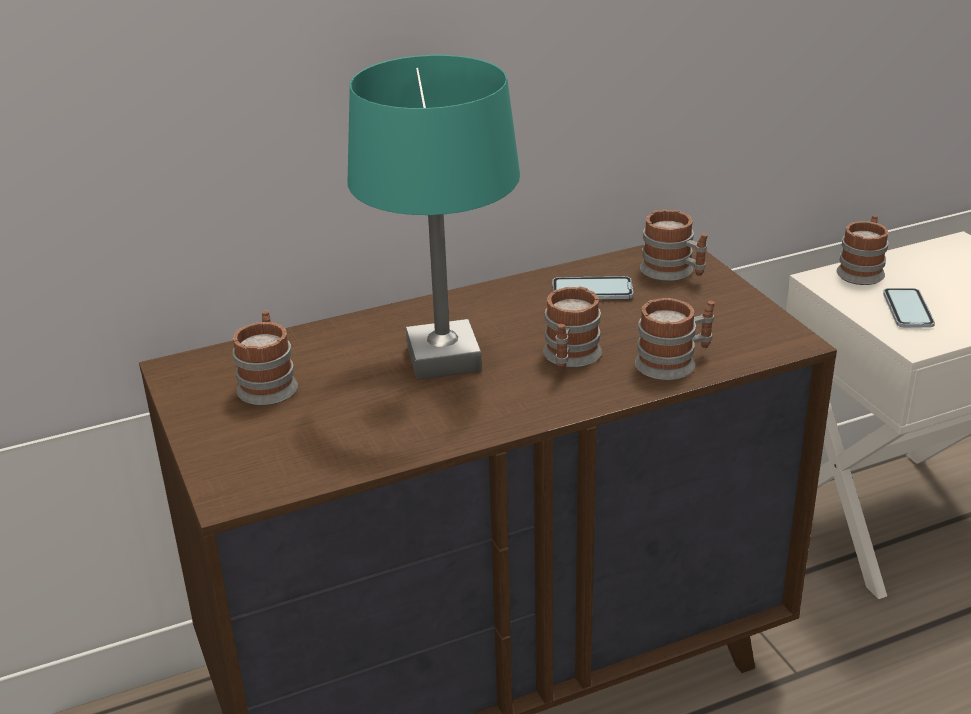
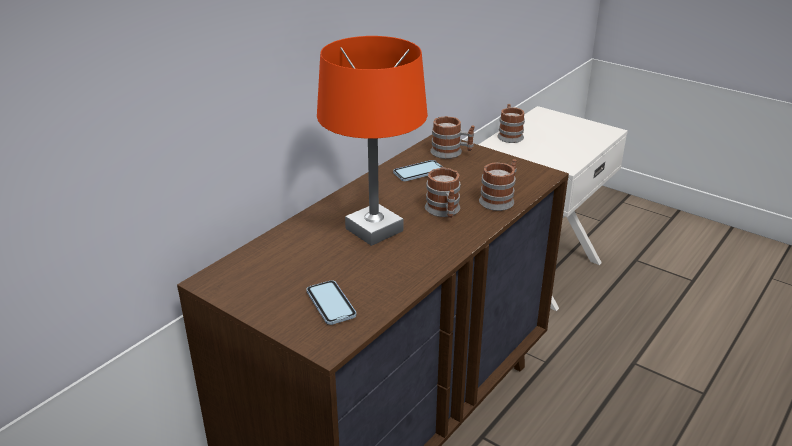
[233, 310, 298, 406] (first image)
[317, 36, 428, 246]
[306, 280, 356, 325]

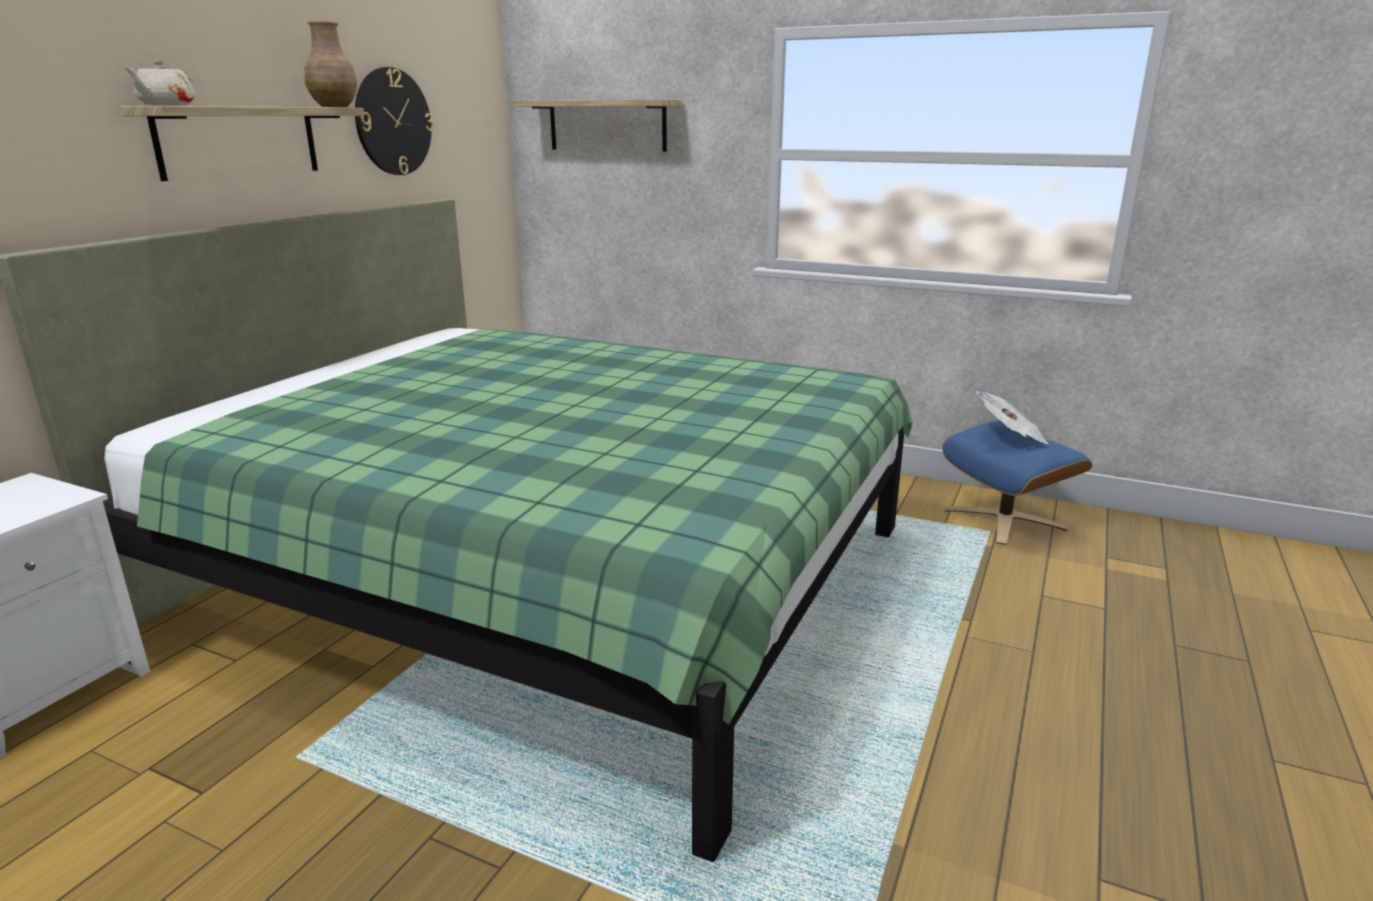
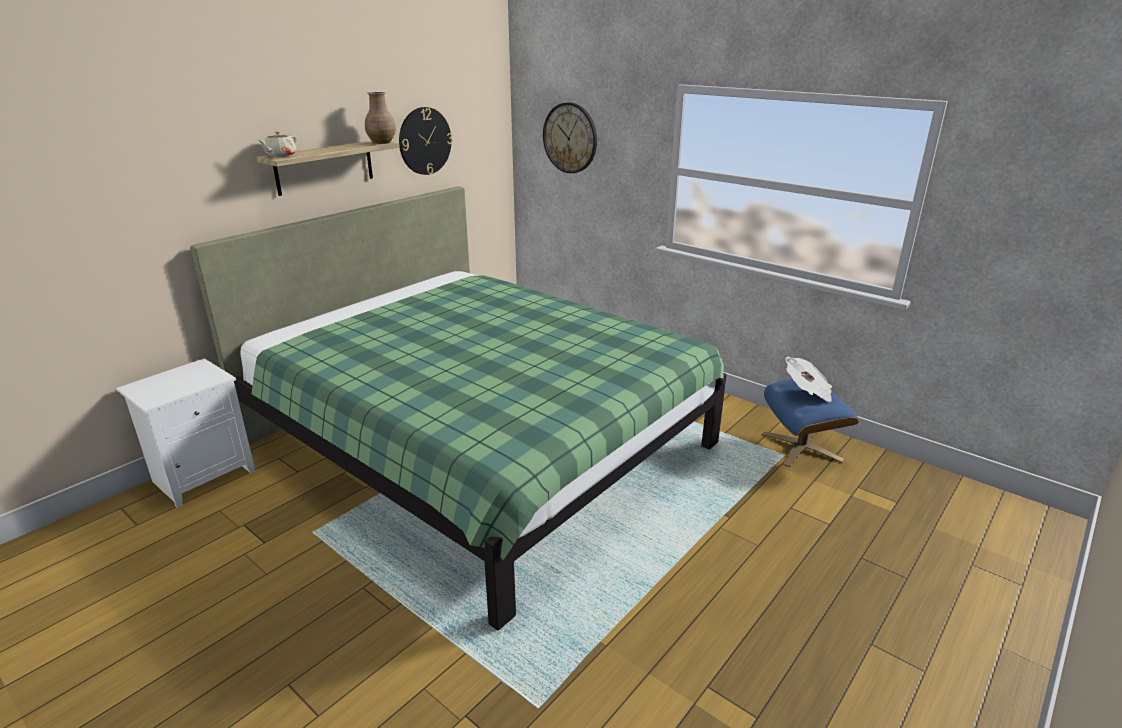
[543, 102, 597, 173]

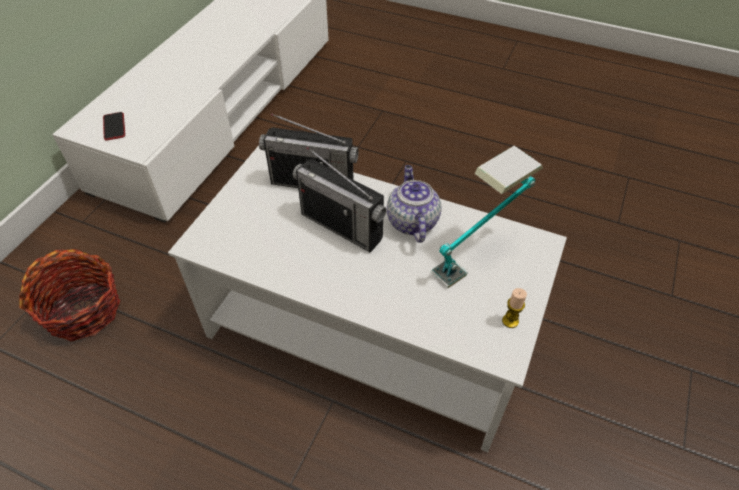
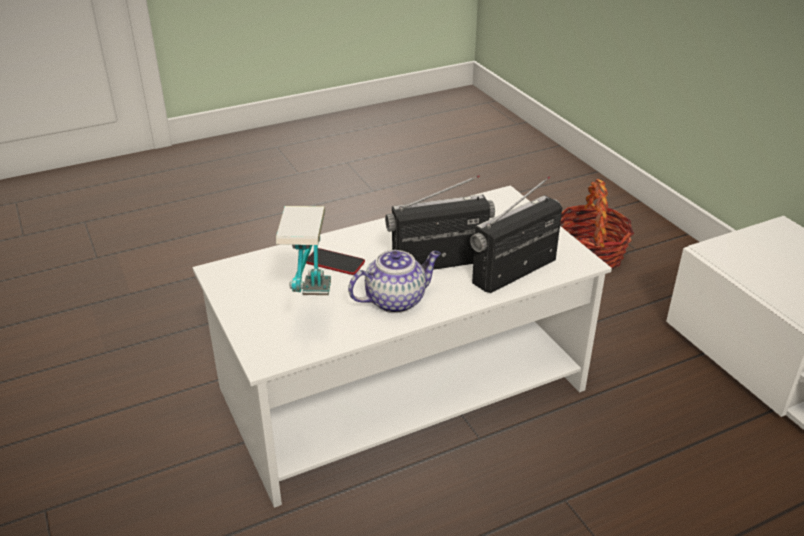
[306, 248, 365, 275]
[348, 250, 441, 313]
[502, 288, 527, 328] (first image)

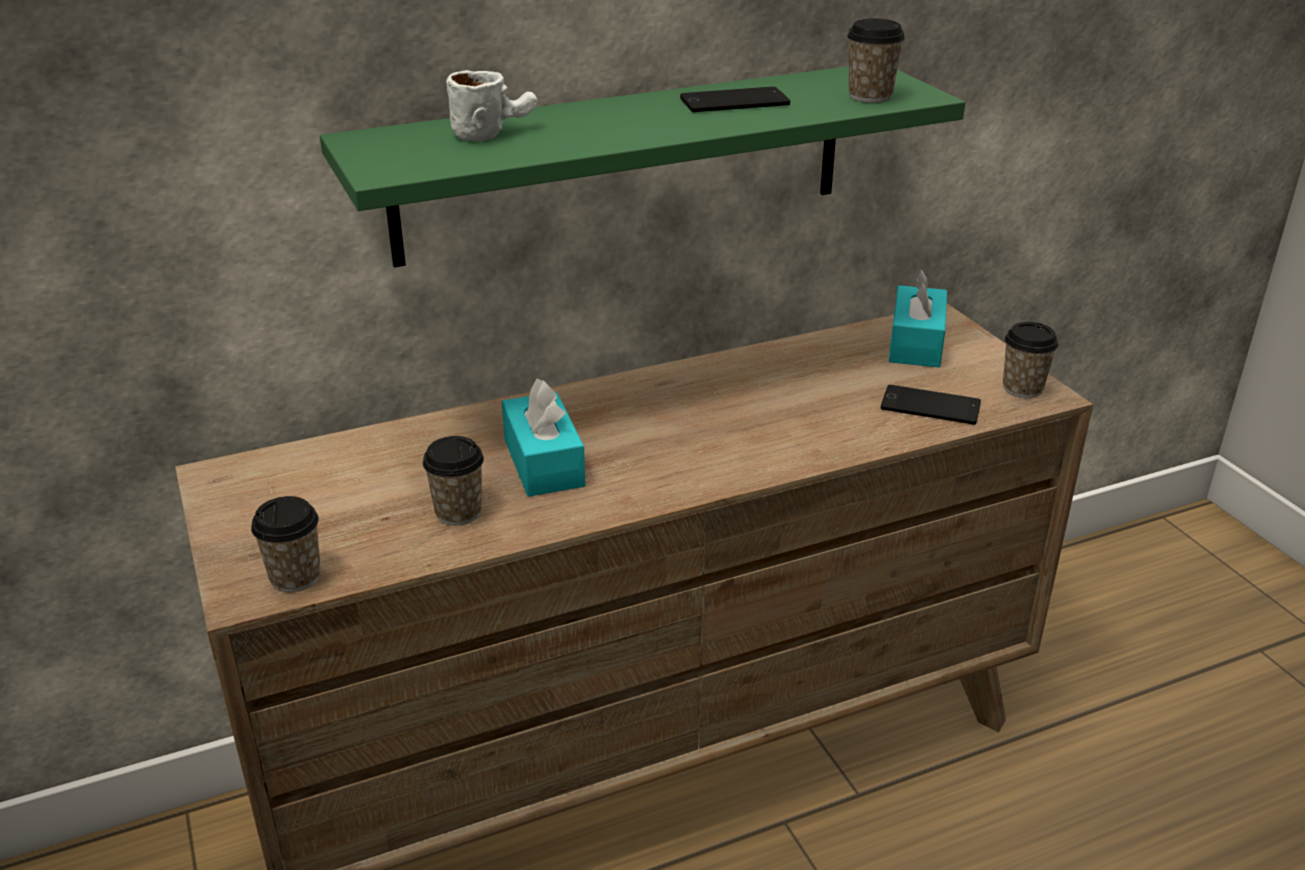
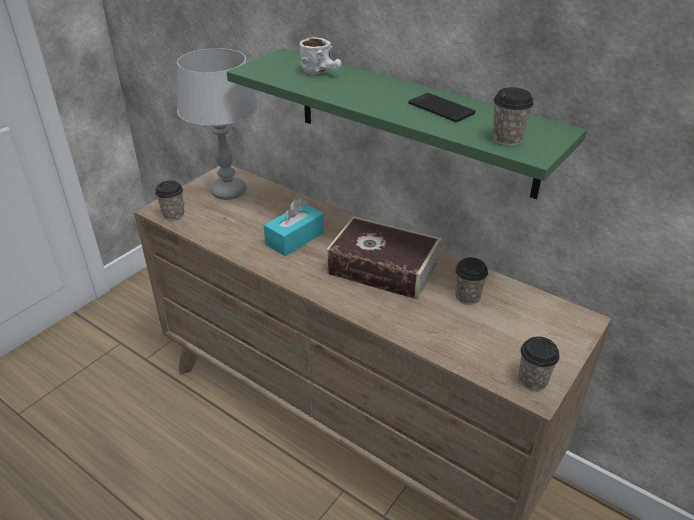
[455, 257, 488, 305]
[881, 385, 981, 425] (first image)
[889, 269, 947, 367] (first image)
[177, 48, 258, 200]
[326, 216, 442, 300]

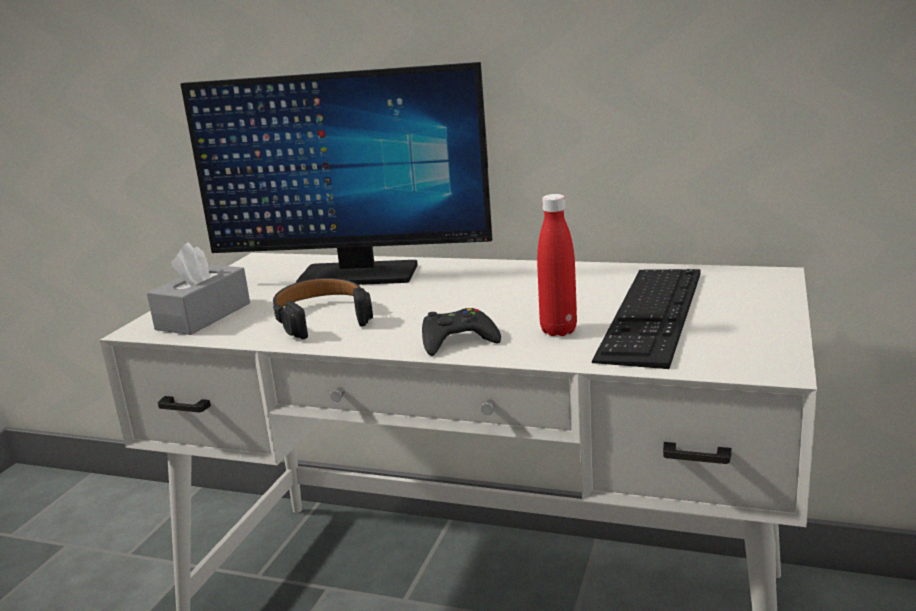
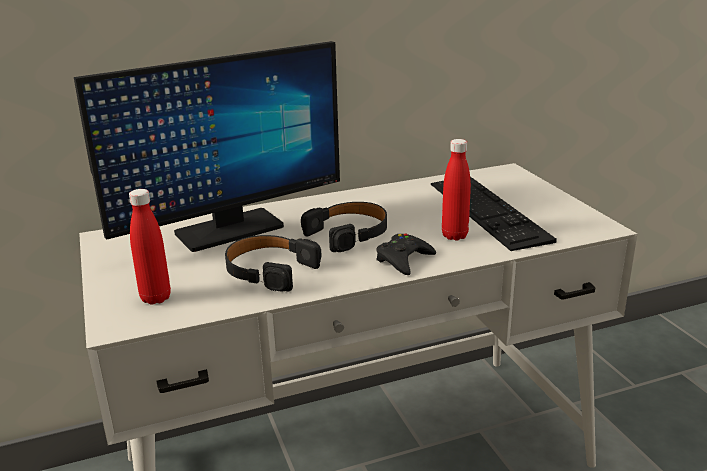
[129, 189, 171, 305]
[301, 202, 387, 252]

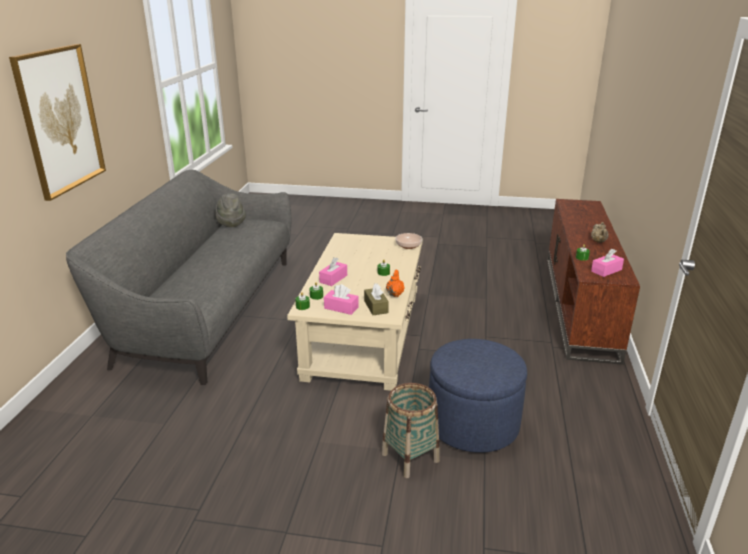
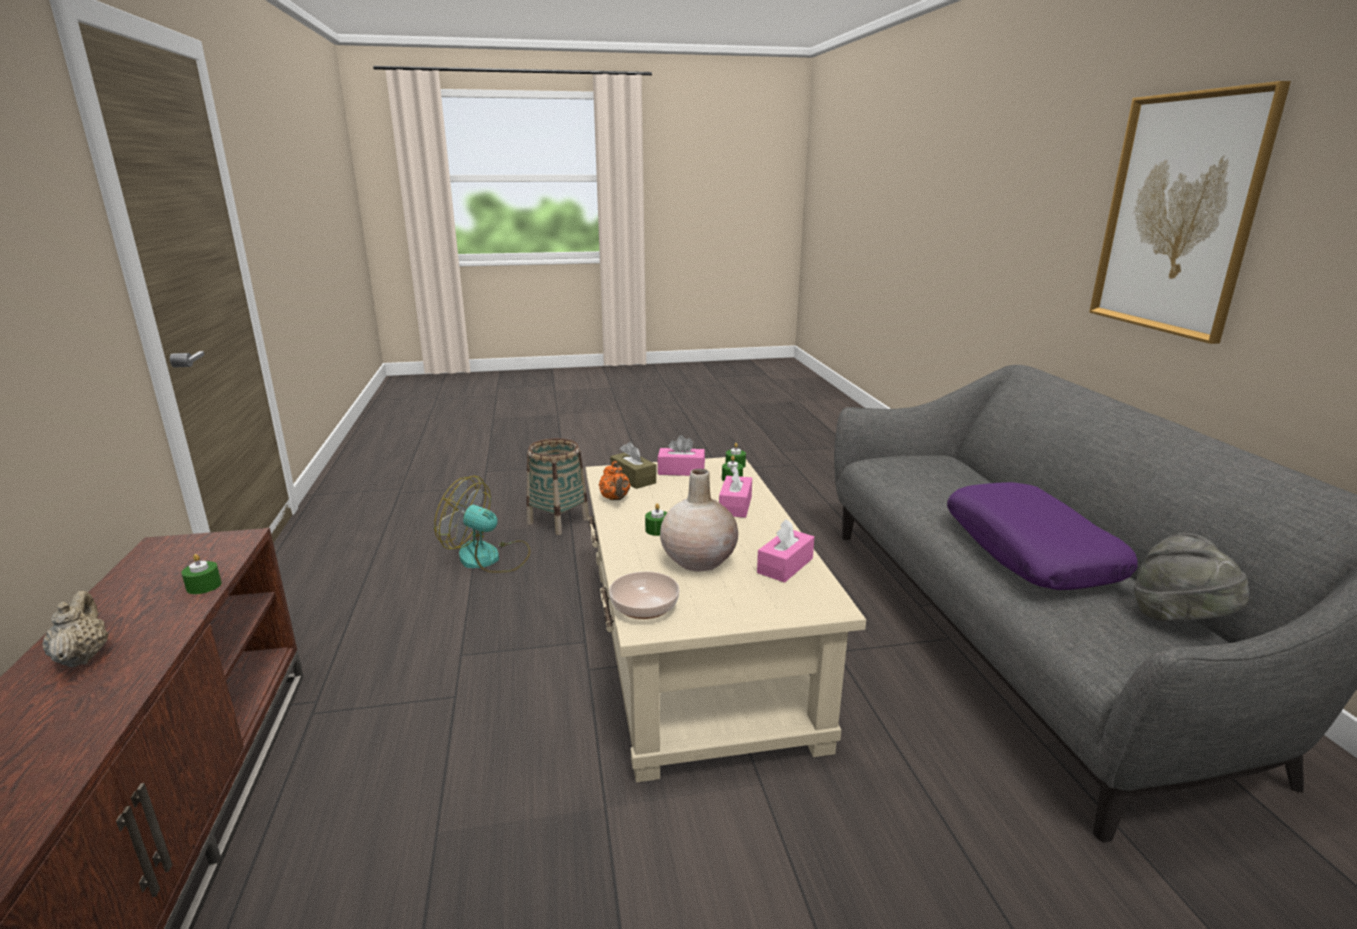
[434, 476, 531, 573]
[757, 519, 814, 583]
[660, 469, 738, 571]
[947, 482, 1138, 590]

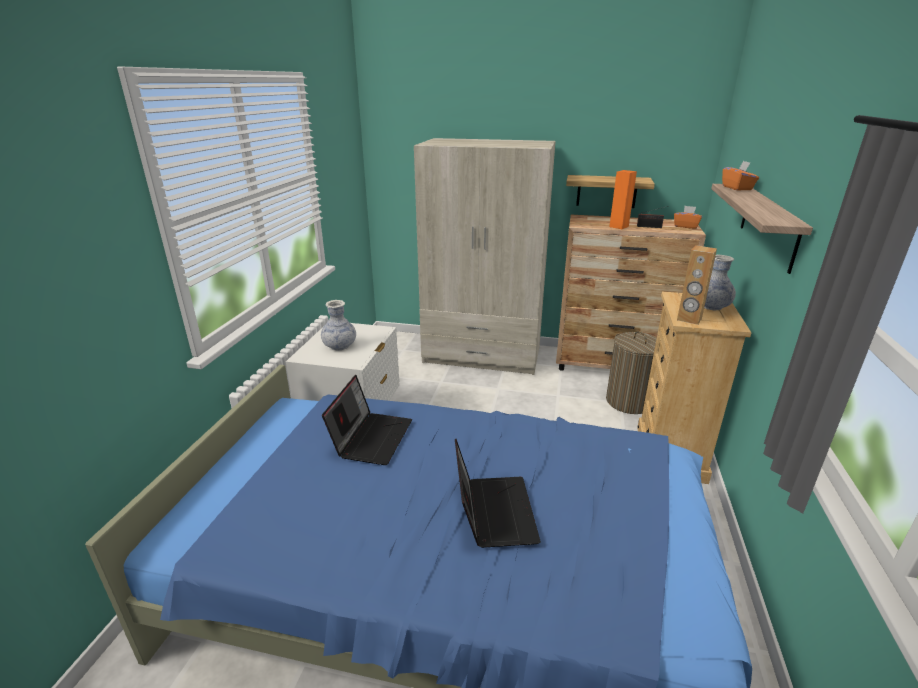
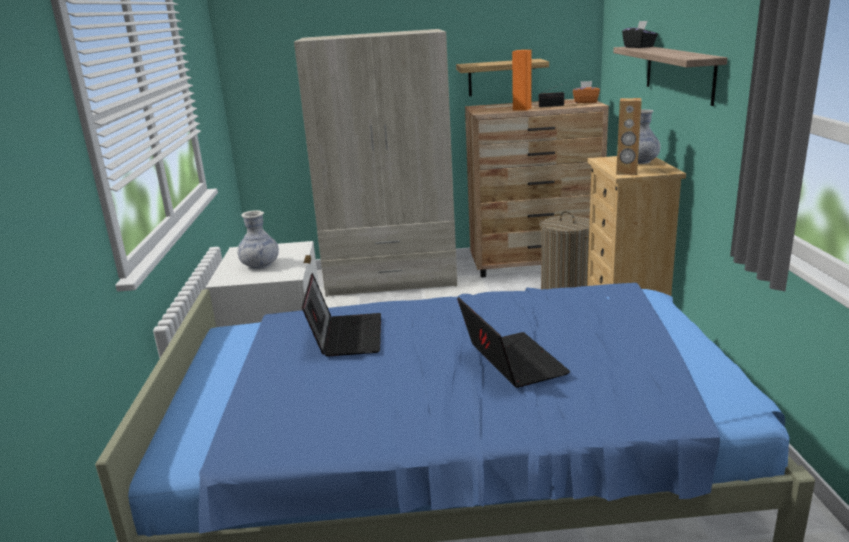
[622, 21, 658, 48]

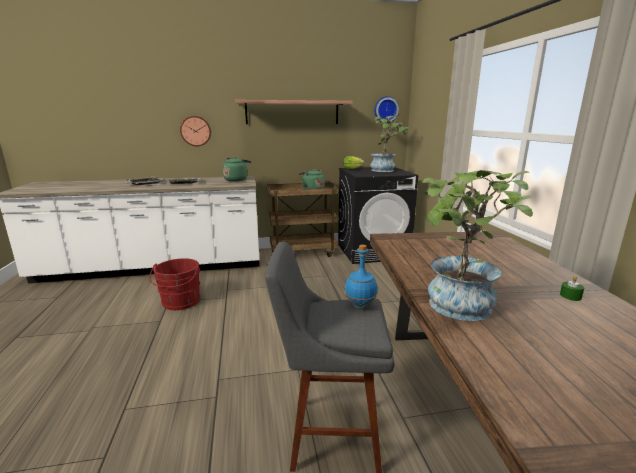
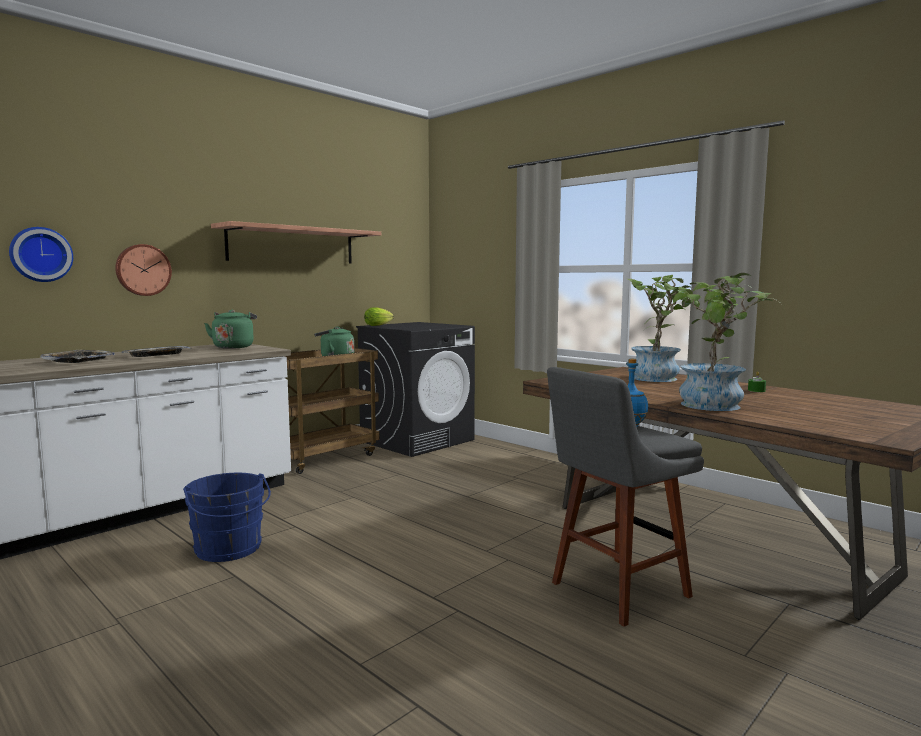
[183, 473, 271, 562]
[628, 275, 701, 382]
[9, 227, 73, 282]

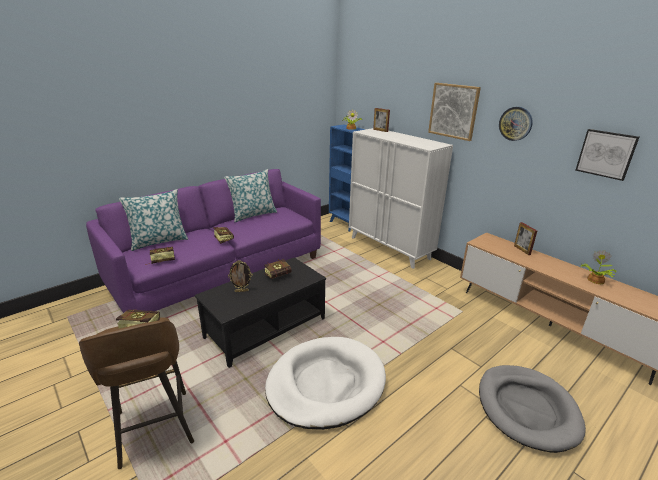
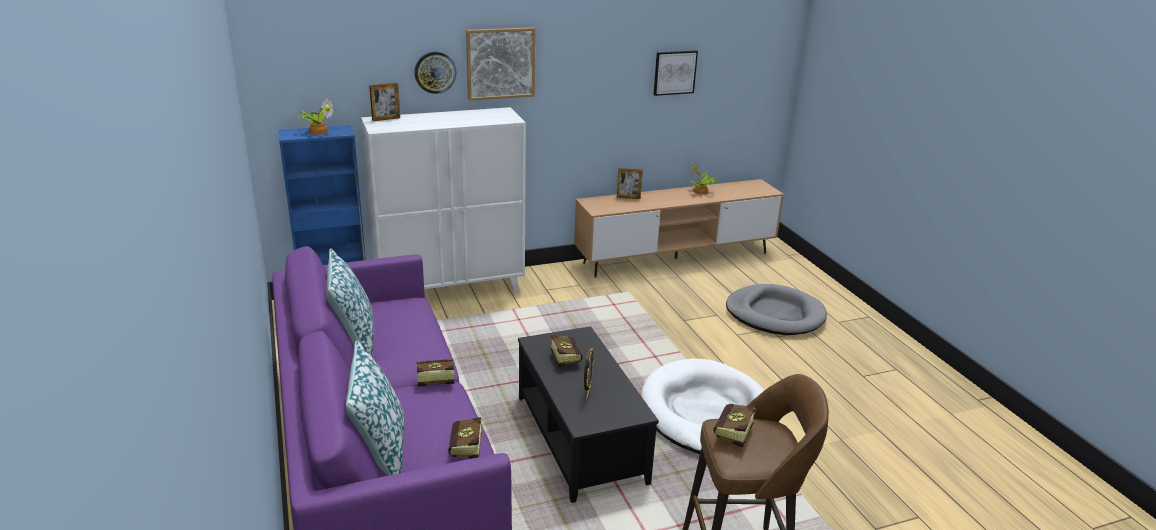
[414, 51, 456, 94]

